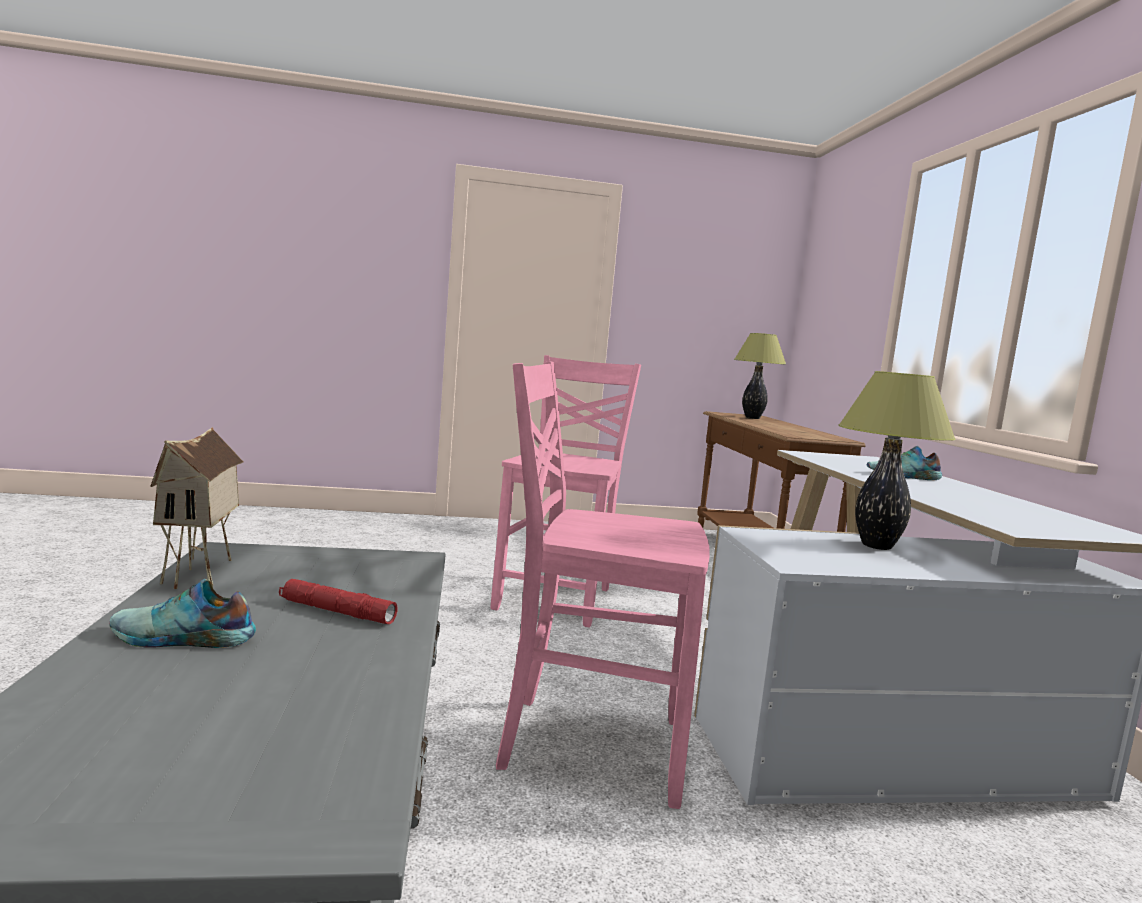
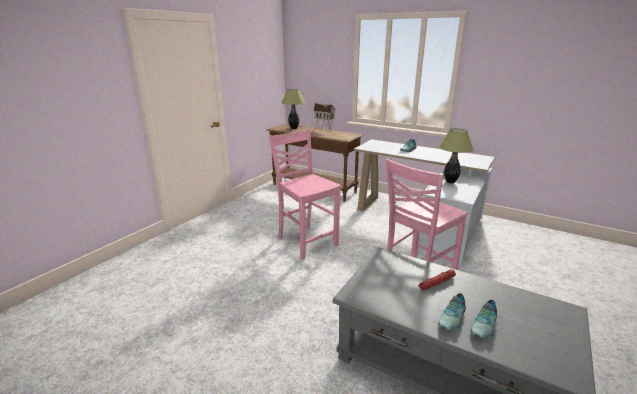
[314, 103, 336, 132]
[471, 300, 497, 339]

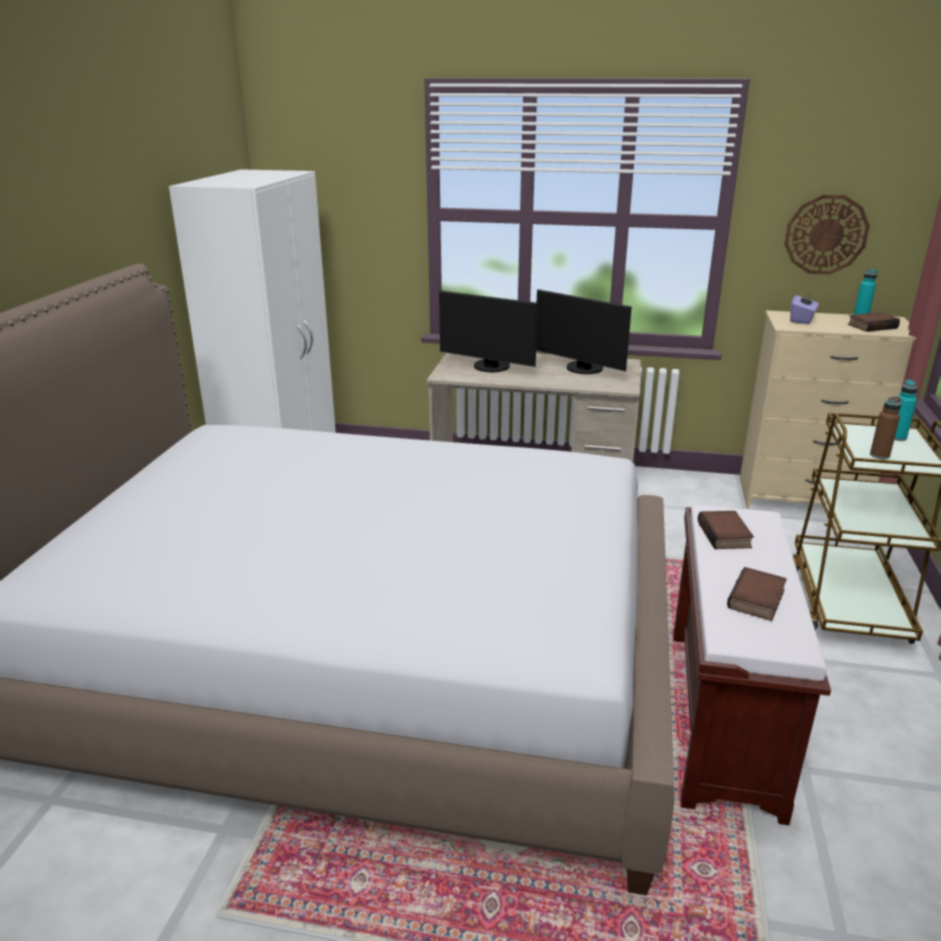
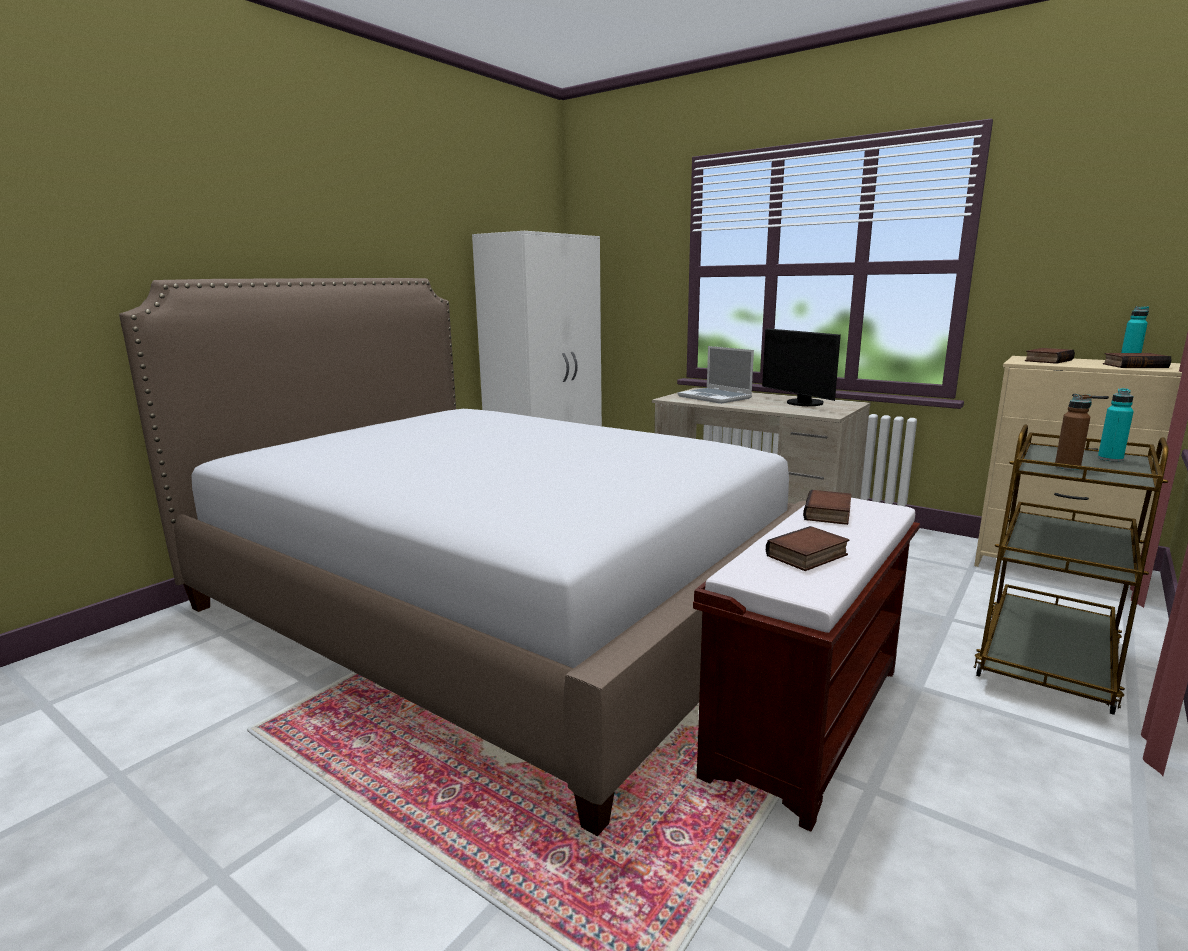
[678, 346, 754, 404]
[784, 195, 870, 274] (first image)
[1025, 348, 1075, 364]

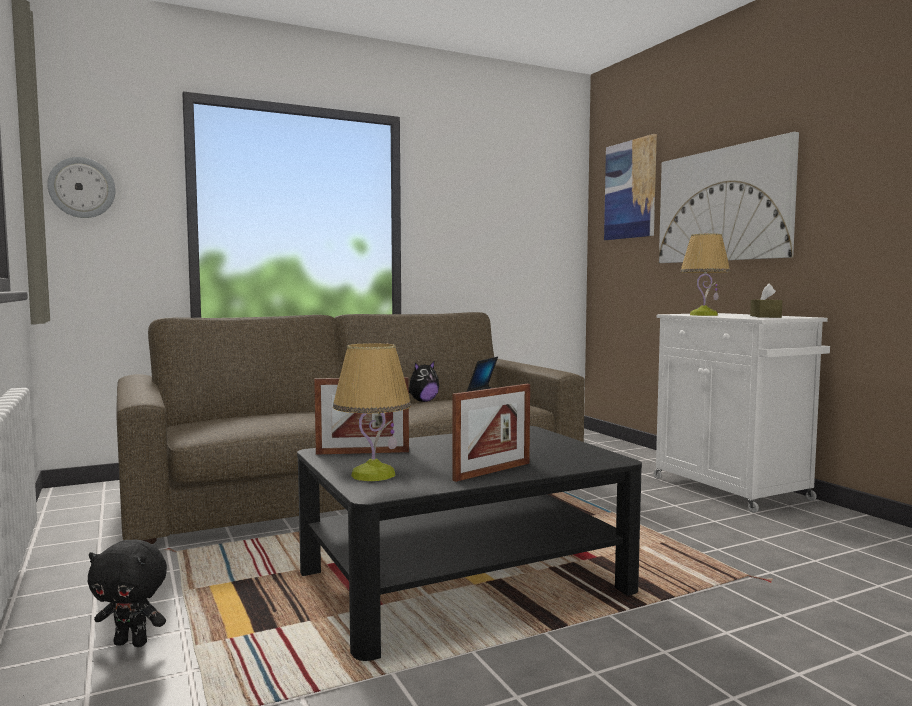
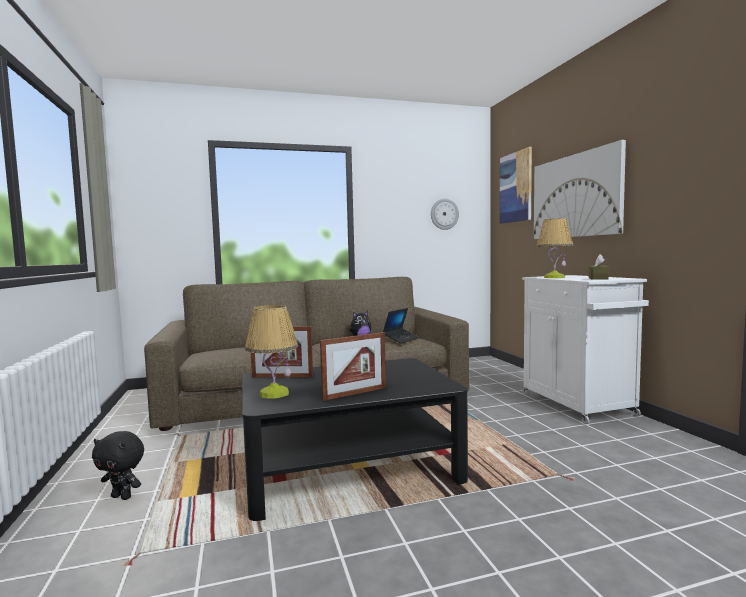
[431, 199, 459, 230]

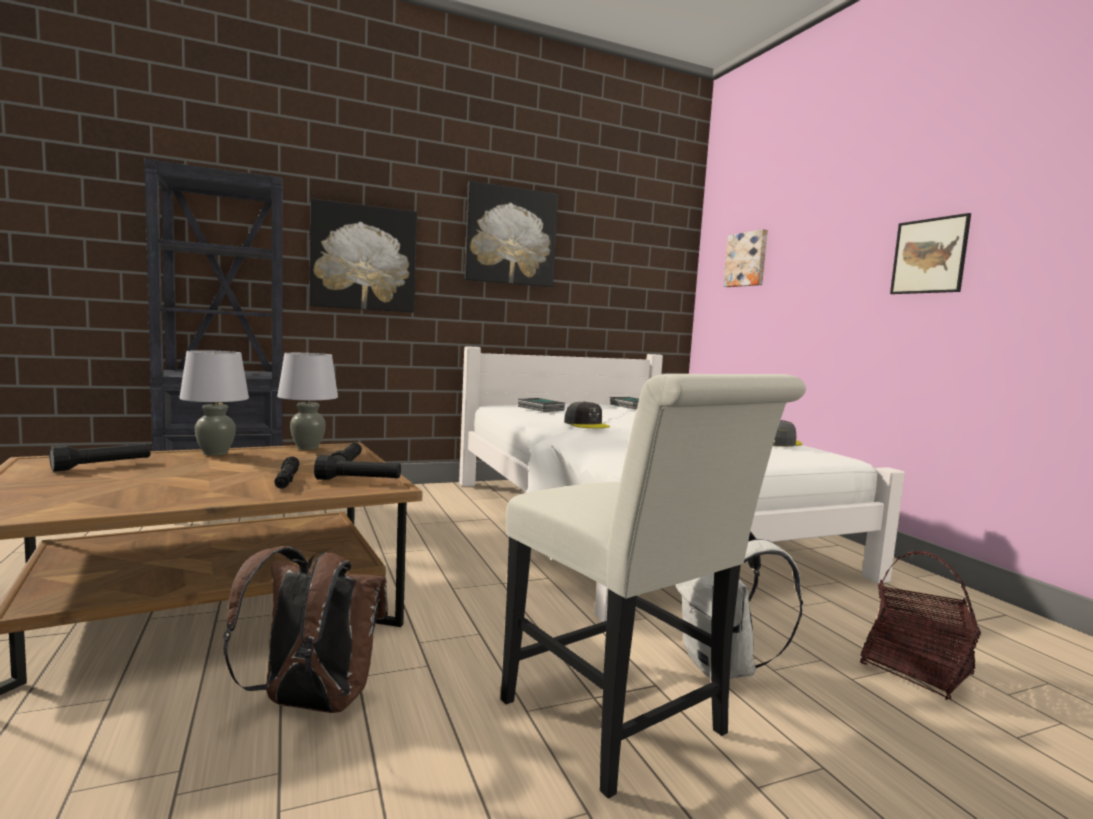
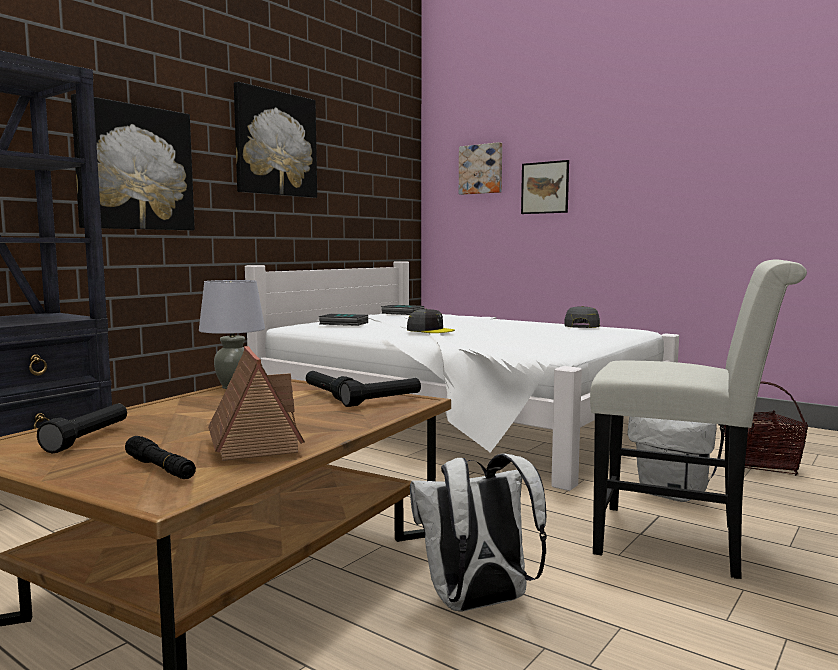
[179, 350, 249, 455] (first image)
[410, 453, 547, 612]
[125, 436, 196, 479]
[521, 160, 569, 214]
[208, 346, 305, 461]

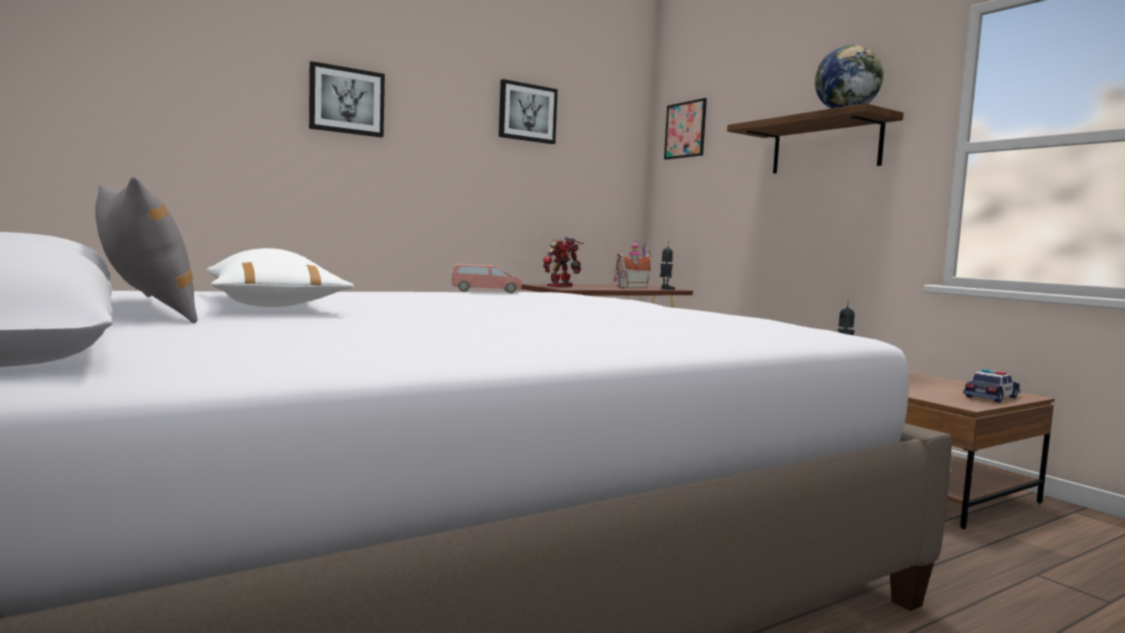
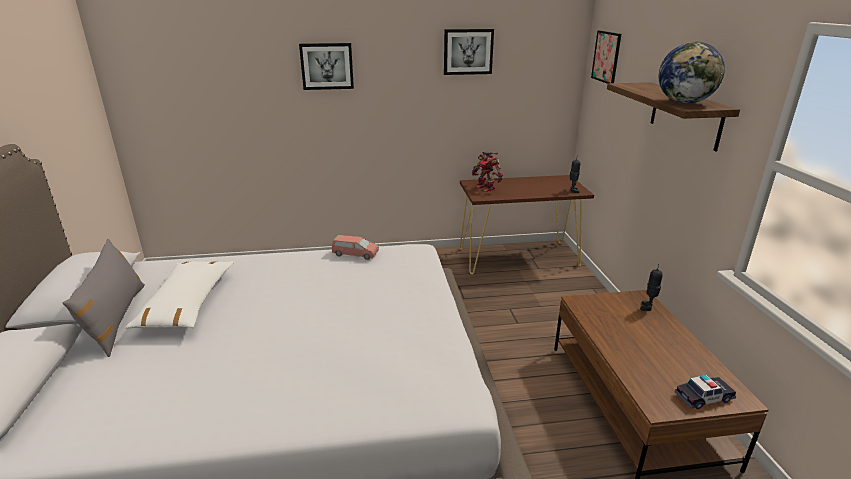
[472, 152, 503, 192]
[613, 240, 652, 288] (first image)

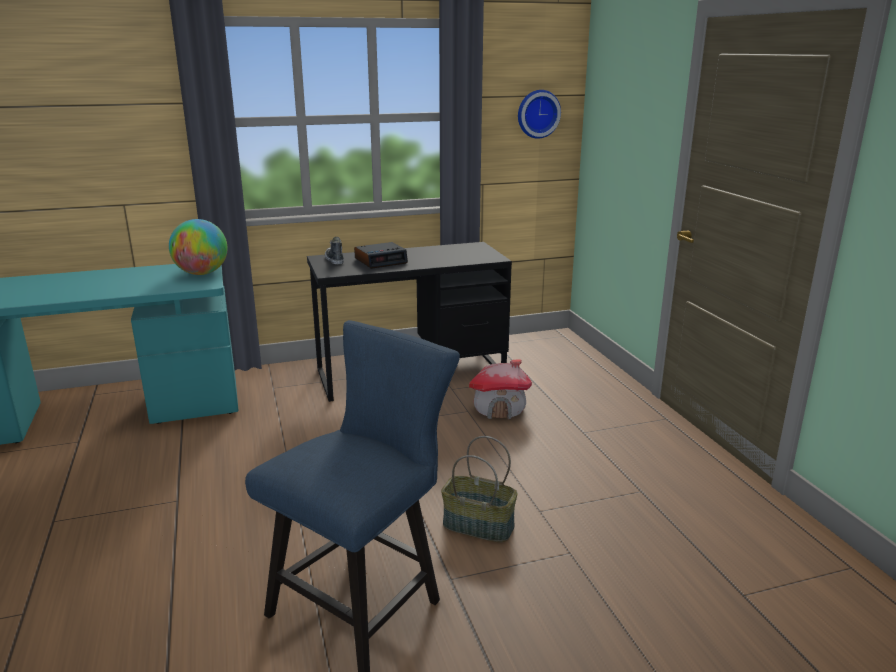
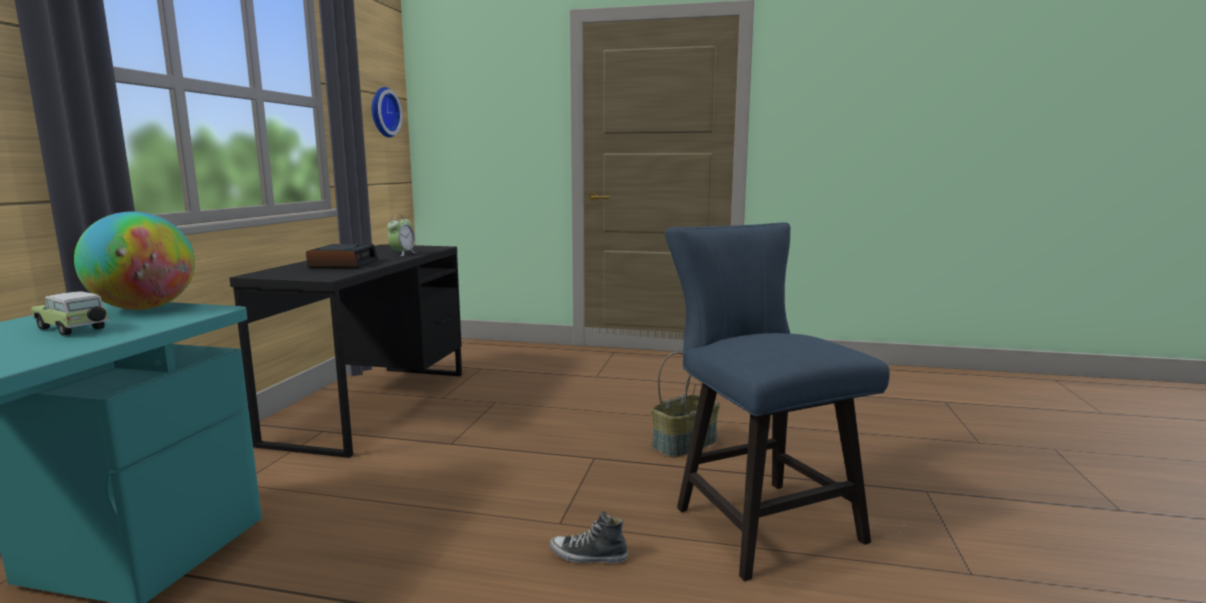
[550, 511, 628, 563]
[469, 359, 532, 419] (first image)
[31, 291, 110, 336]
[387, 215, 416, 256]

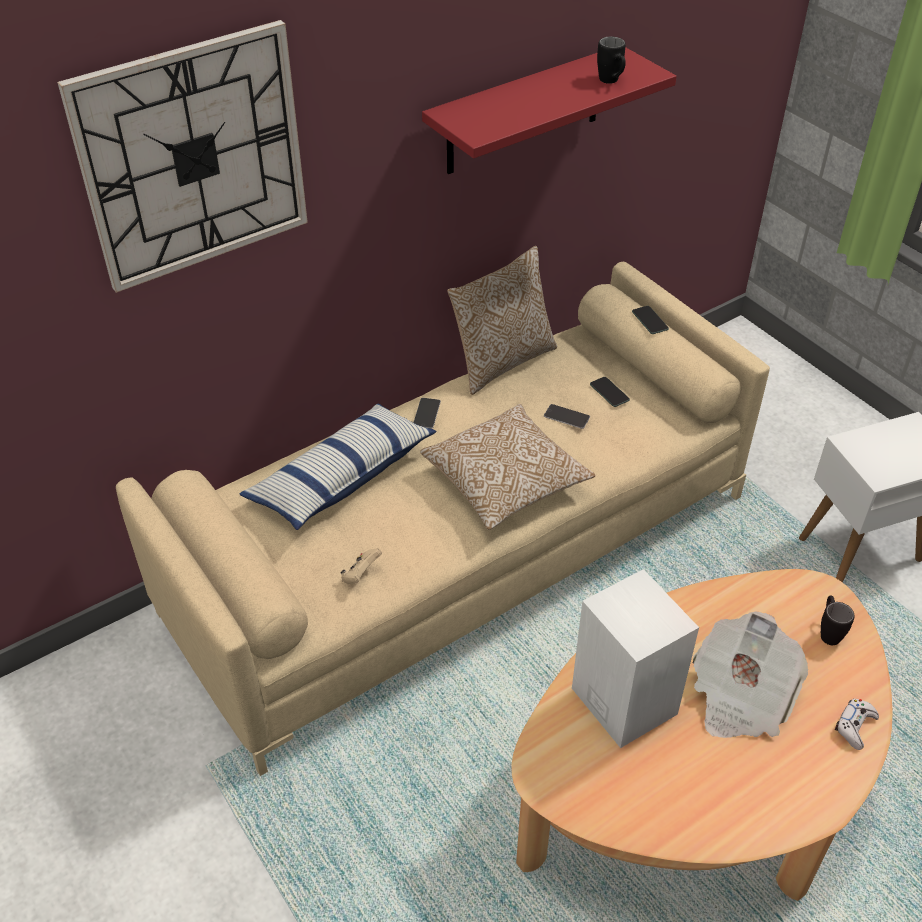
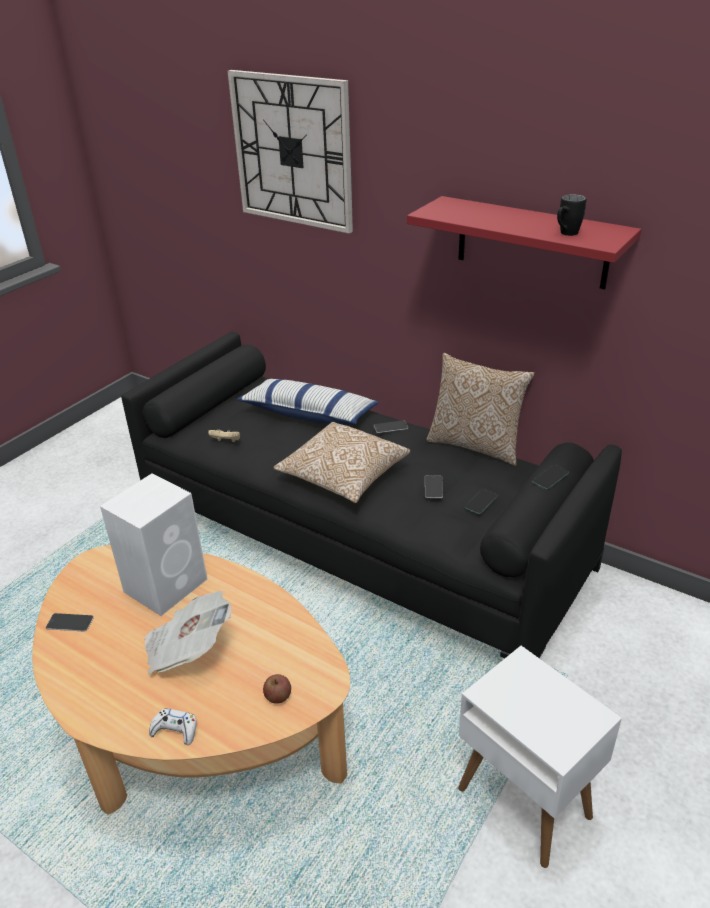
[121, 332, 622, 658]
[263, 674, 291, 704]
[46, 613, 94, 632]

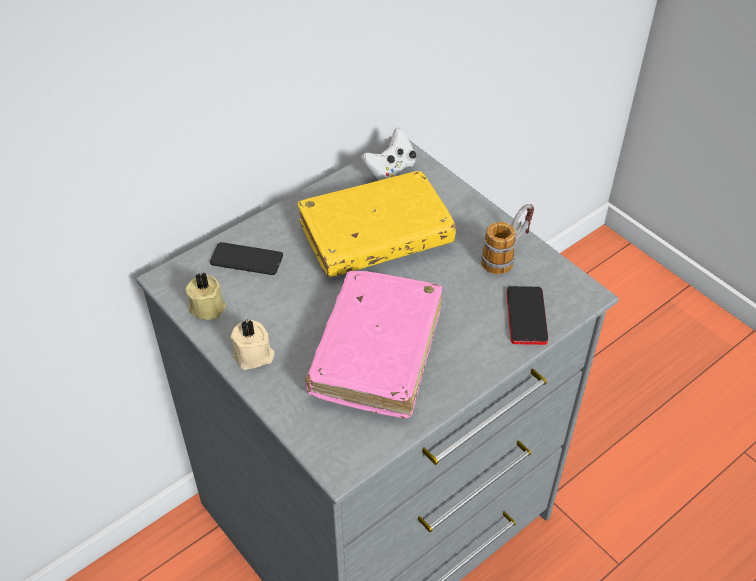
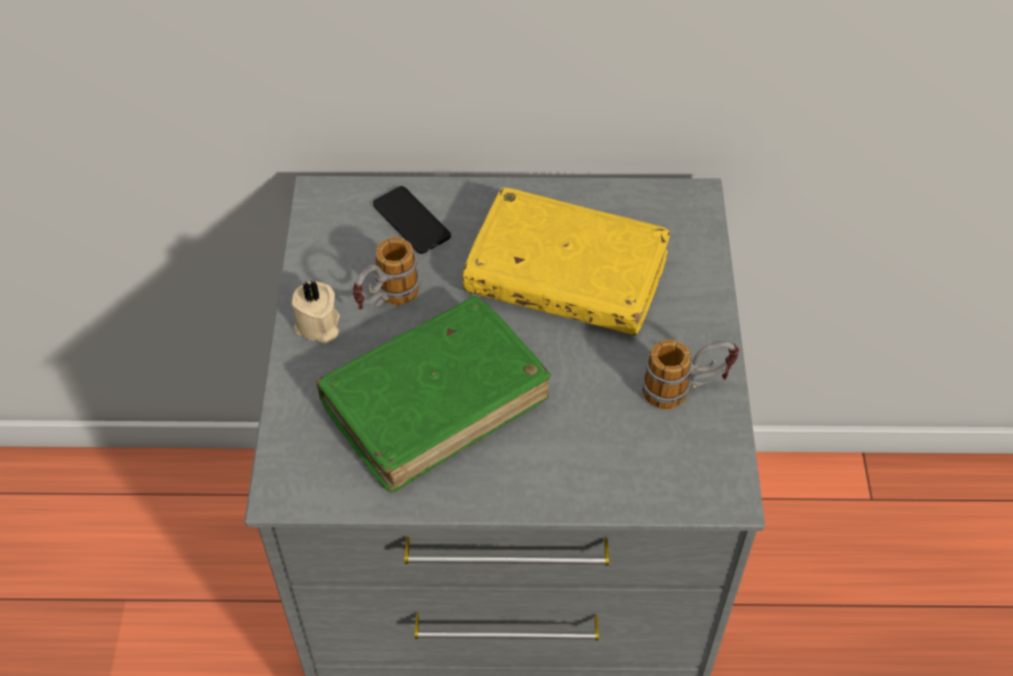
[185, 272, 226, 320] (first image)
[315, 296, 551, 492]
[361, 127, 416, 180] (first image)
[507, 286, 548, 345] (first image)
[353, 237, 420, 310]

